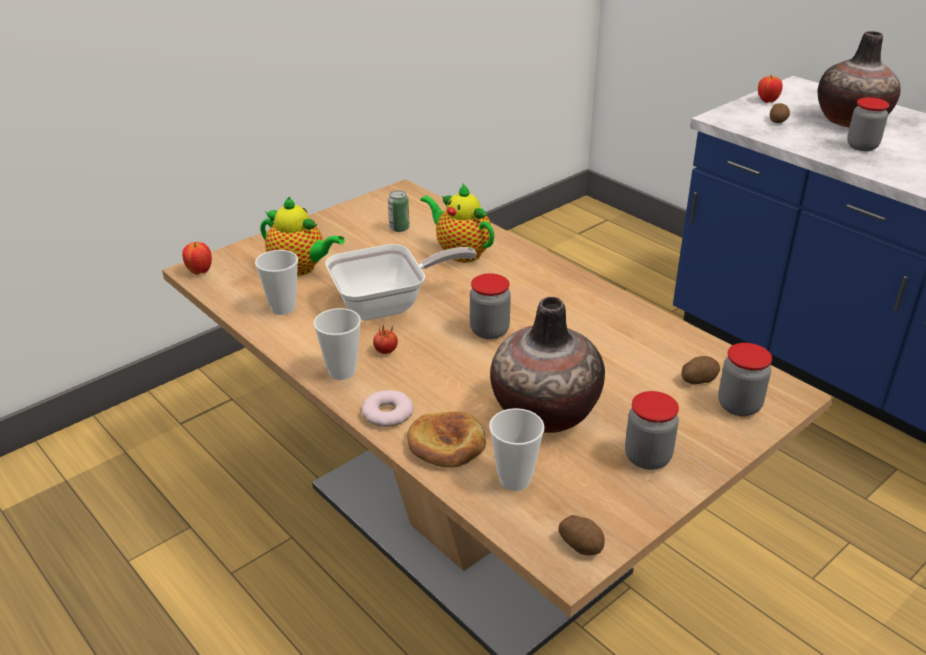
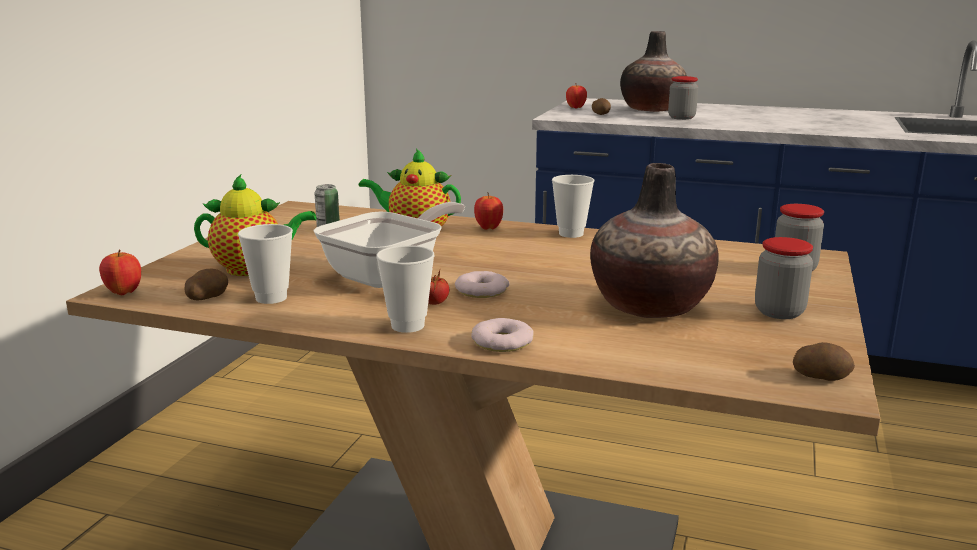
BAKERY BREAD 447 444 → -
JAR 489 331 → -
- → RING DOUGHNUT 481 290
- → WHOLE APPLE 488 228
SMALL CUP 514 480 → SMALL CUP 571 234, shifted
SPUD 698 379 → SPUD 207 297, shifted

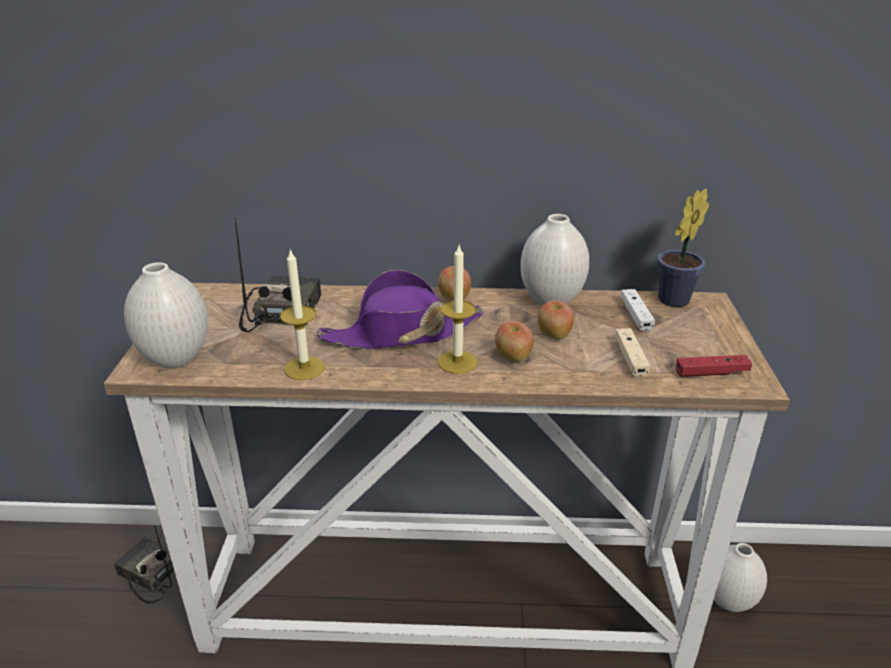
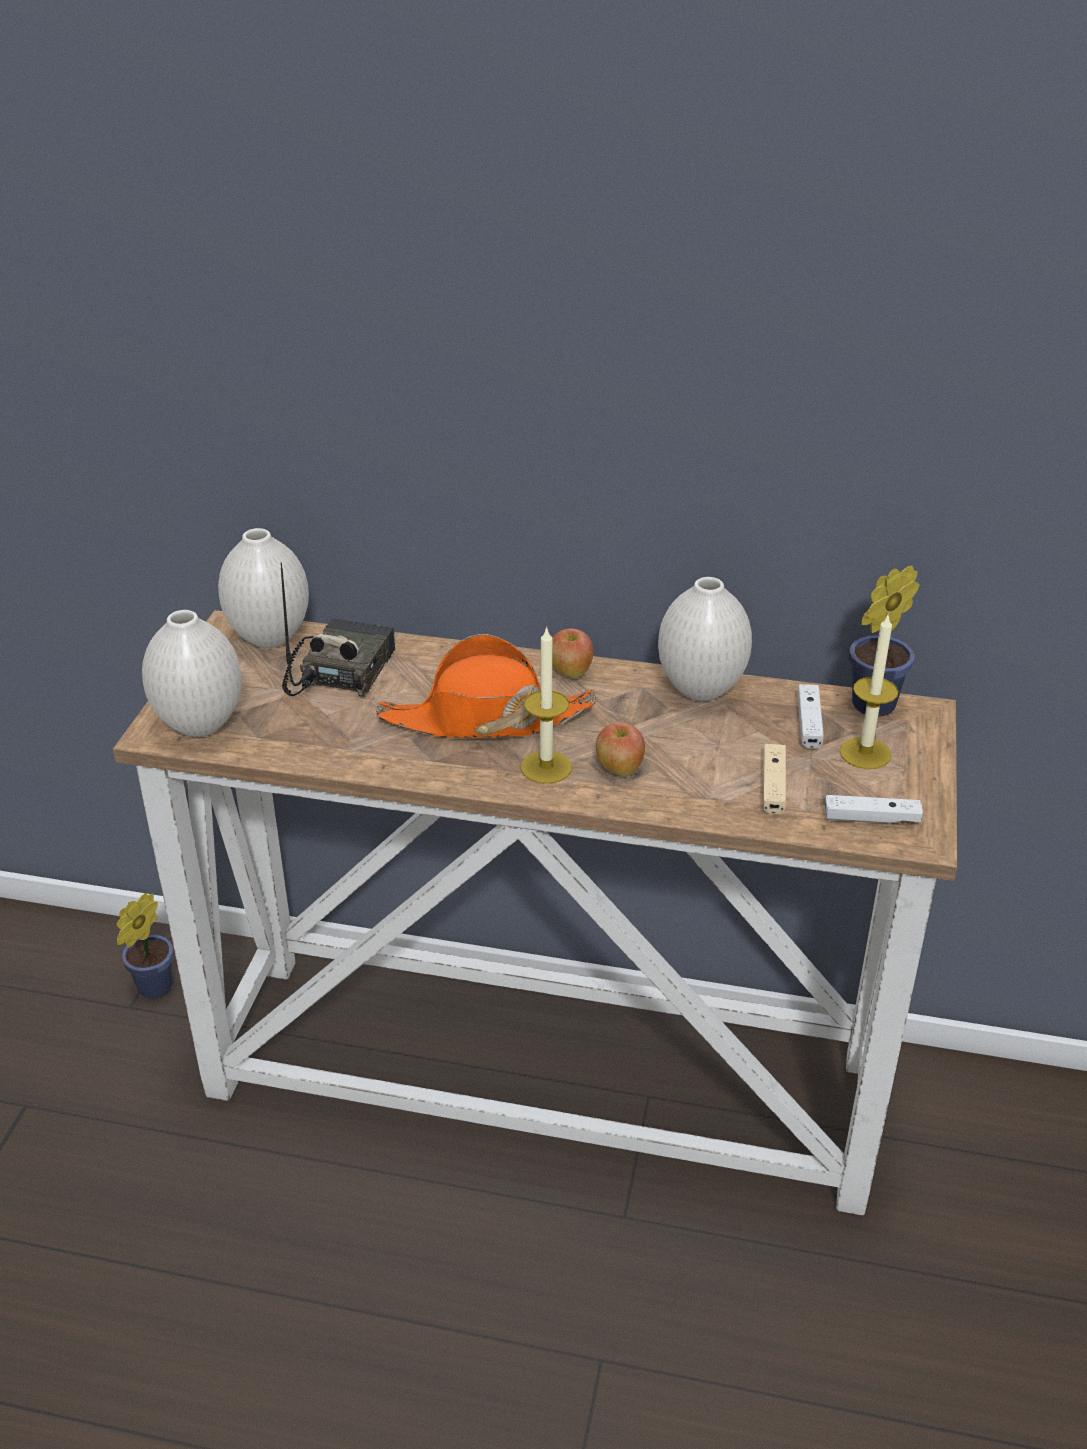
WHOLE APPLE 554 336 → -
CANDLE 304 368 → CANDLE 865 753, shifted
WHITISH FLOWER VASE 728 601 → WHITISH FLOWER VASE 268 638, shifted
RADIO 149 575 → HOUSEPLANT 151 990
PURPLISH HAT 401 334 → ORANGEY HAT 485 719
REDDISH GAME CONTROLLER 711 373 → WHITISH GAME CONTROLLER 871 819

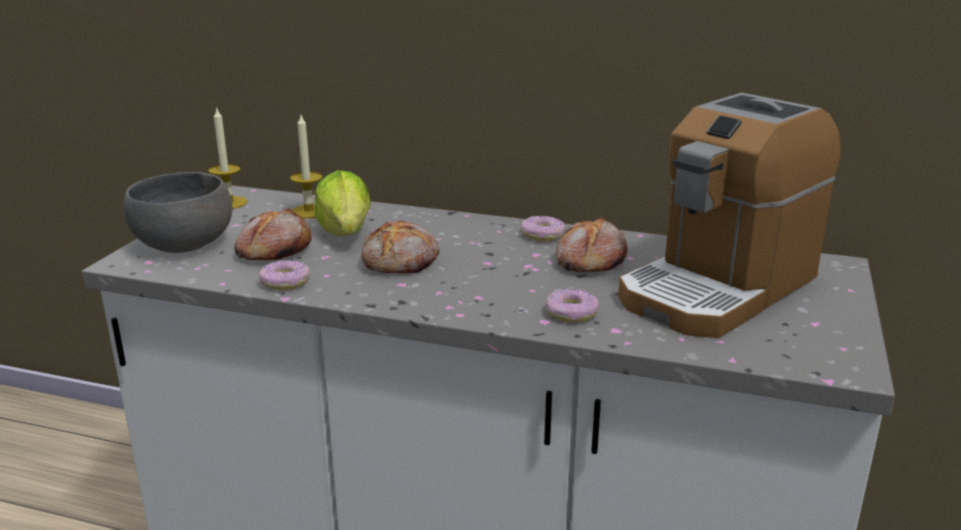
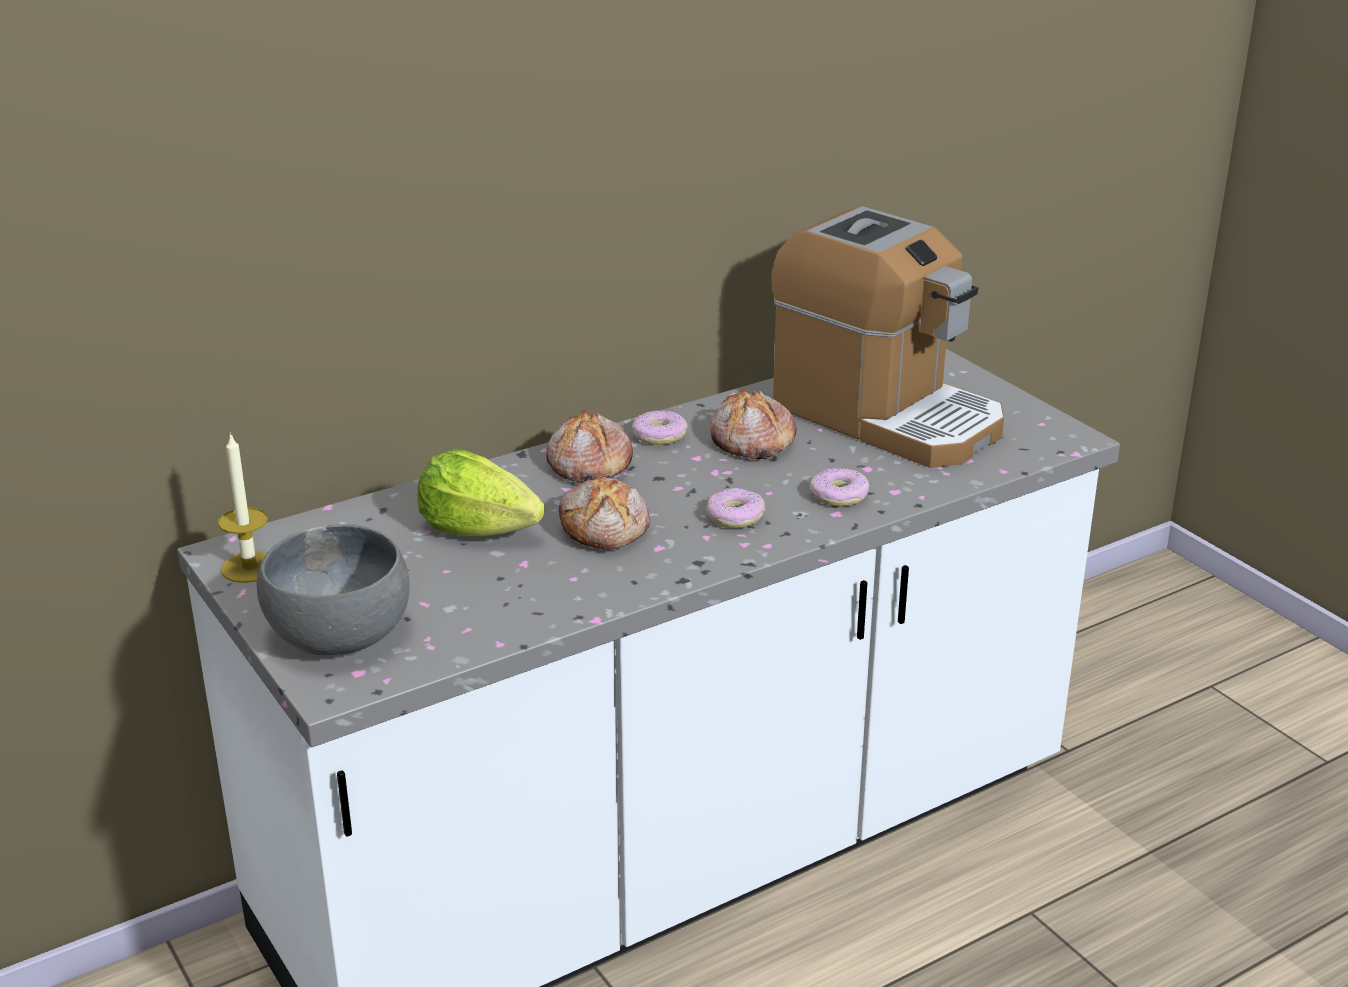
CANDLE 309 211 → -
BAKERY BREAD 273 250 → BAKERY BREAD 588 465, shifted
RING DOUGHNUT 285 282 → RING DOUGHNUT 734 516, shifted
COFFEE MAKER 718 288 → COFFEE MAKER 886 416, 45 degrees counterclockwise

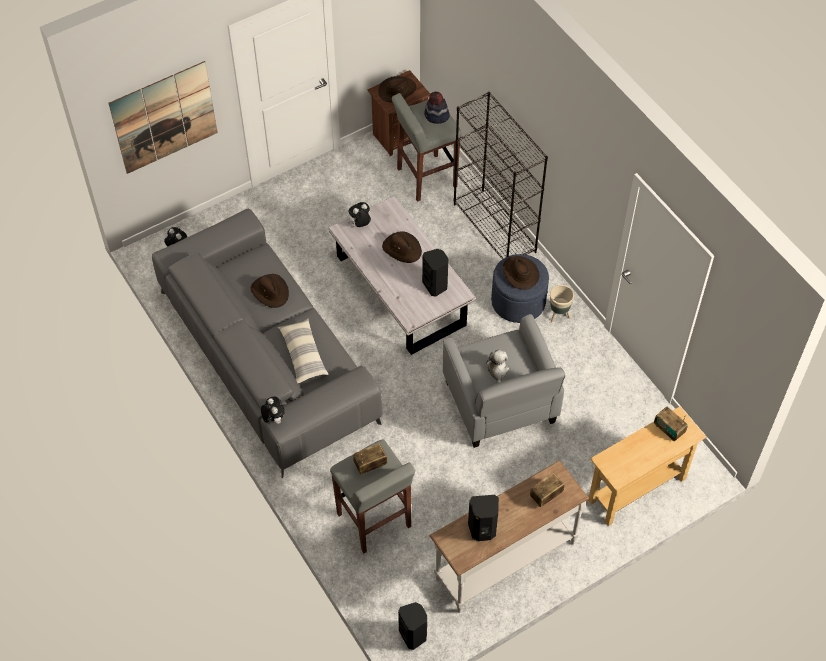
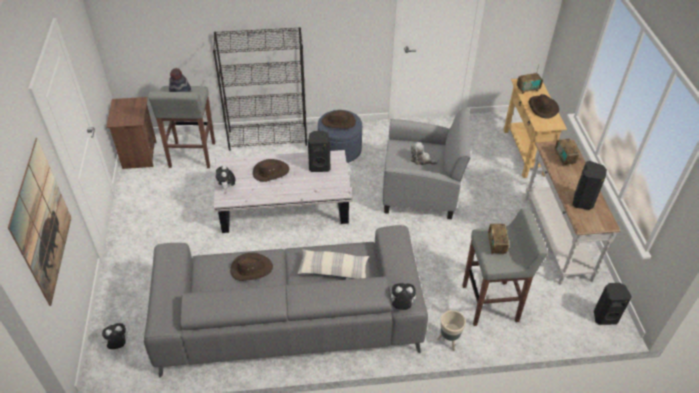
BROWNISH HAT 397 91 → BROWNISH HAT 542 108, shifted
BEIGE-COLOURED FLOWER POT 558 315 → BEIGE-COLOURED FLOWER POT 448 341, shifted

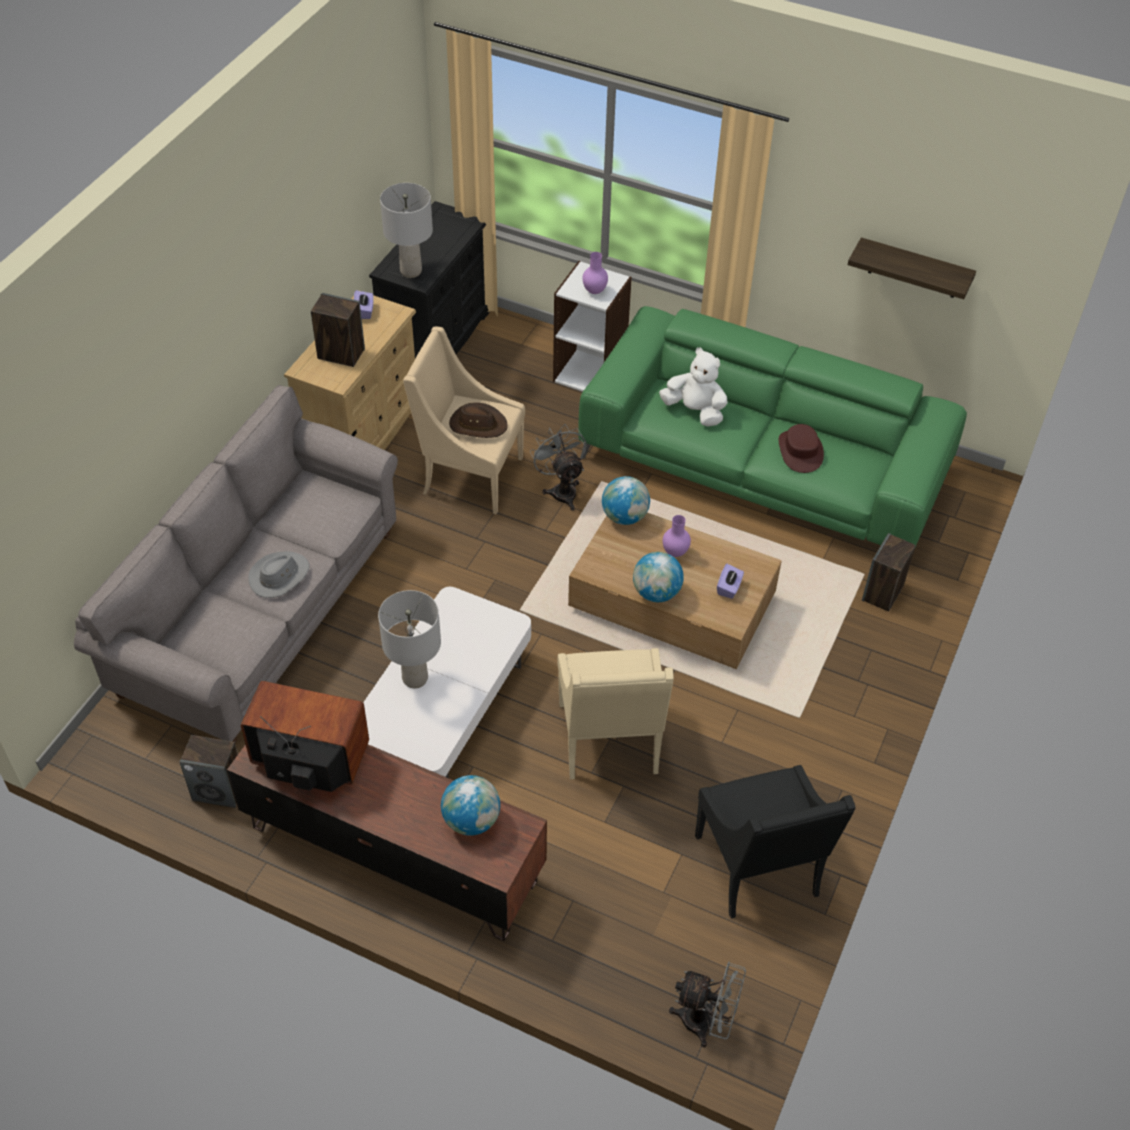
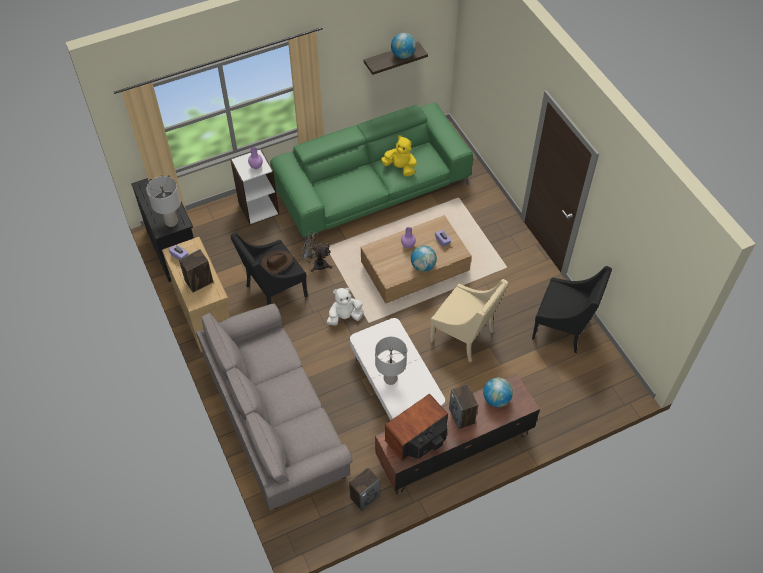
GREYISH HAT 279 576 → -
GREYISH FAN 706 1022 → -
GLOBE 624 516 → GLOBE 403 55, shifted
WHITISH CUDDLY TOY 695 411 → WHITISH CUDDLY TOY 345 317, shifted
SPEAKER 882 593 → SPEAKER 462 416, shifted
BROWNISH HAT 800 451 → YELLOW-COLOURED CUDDLY TOY 400 168
BEIGE-COLOURED EASY CHAIR 469 475 → BLACKISH EASY CHAIR 274 291

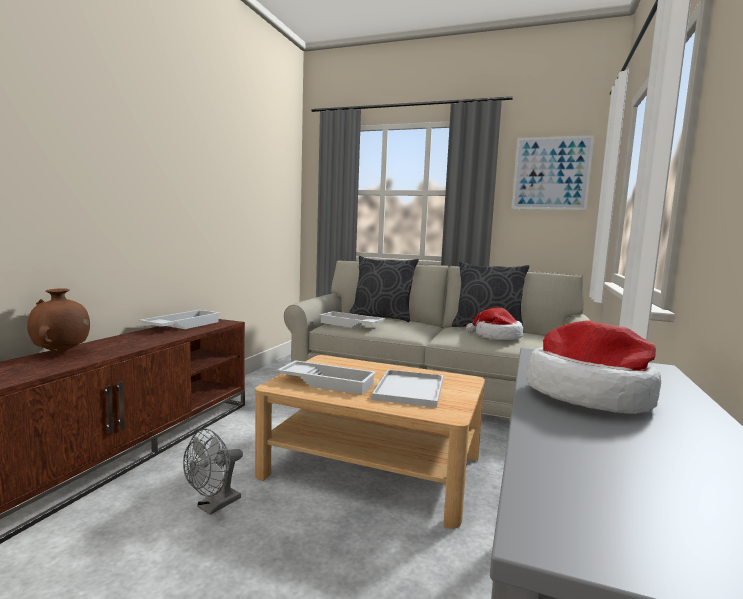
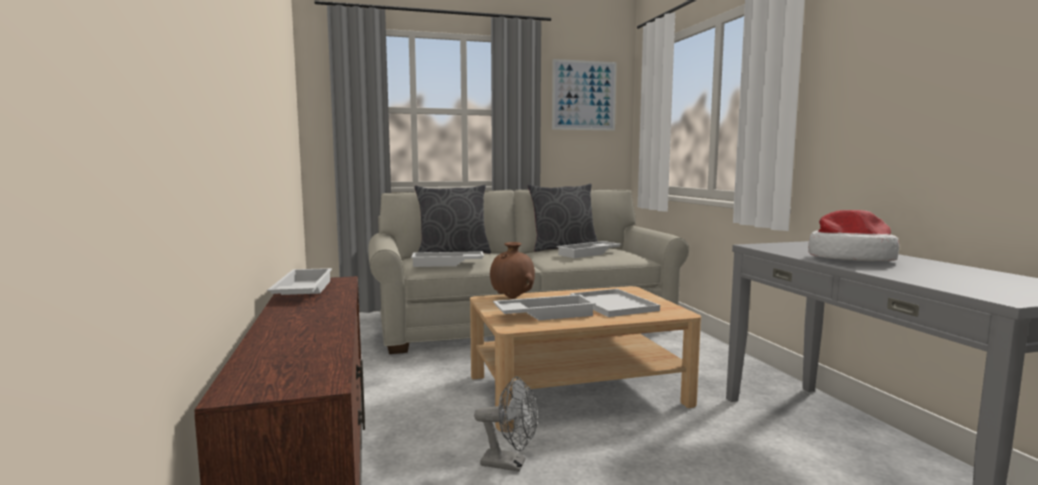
BROWNISH FLOWER VASE 61 353 → BROWNISH FLOWER VASE 512 298, shifted
HAT 496 337 → WHITISH TRAY 589 253
GREYISH FAN 214 506 → GREYISH FAN 510 464, 75 degrees counterclockwise

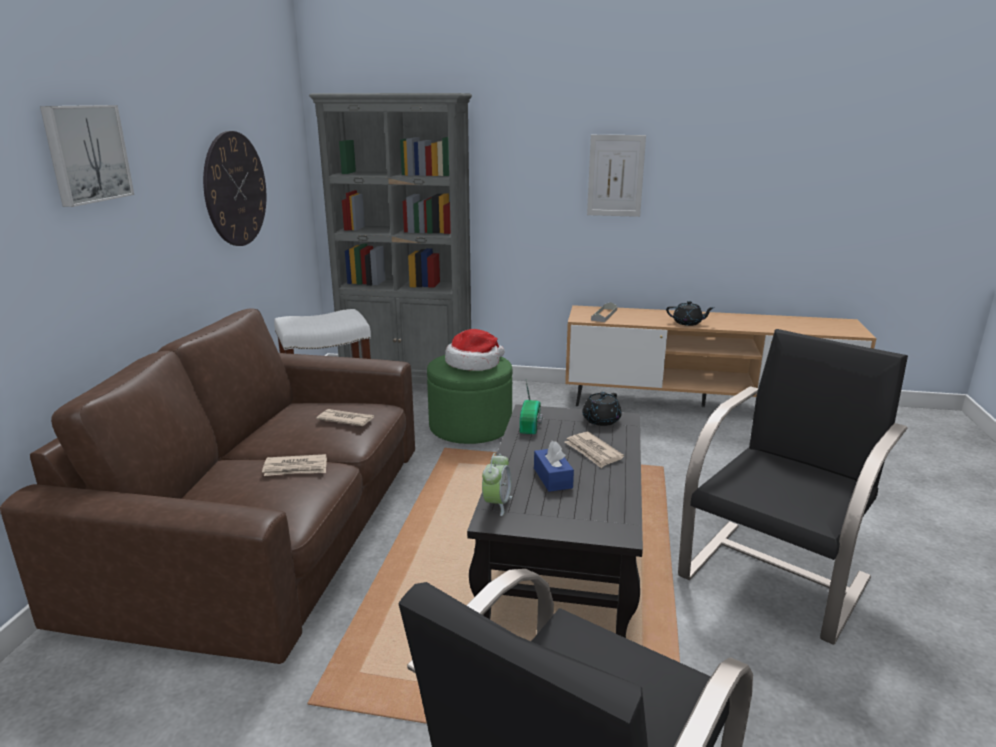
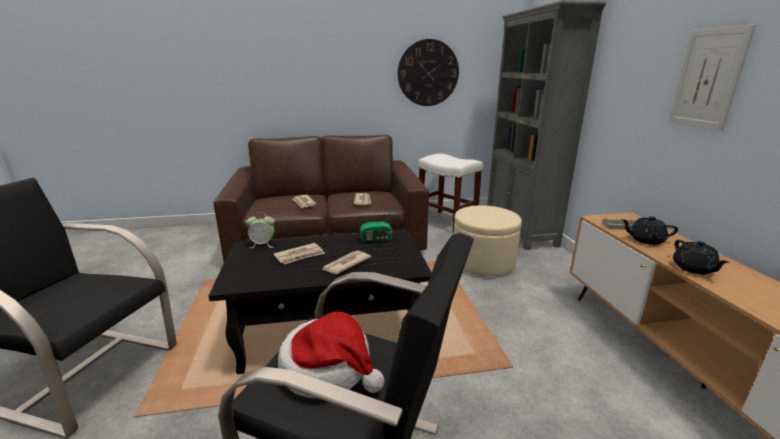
PICTURE 86 154 → -
HAT 474 363 → HAT 329 368, shifted
BLACKISH TEAPOT 600 420 → BLACKISH TEAPOT 645 240, shifted
BLUISH BOX OF TISSUES 552 478 → NEWSPAPER 300 255
GREEN POUFFE 470 427 → BEIGE-COLOURED POUFFE 483 262

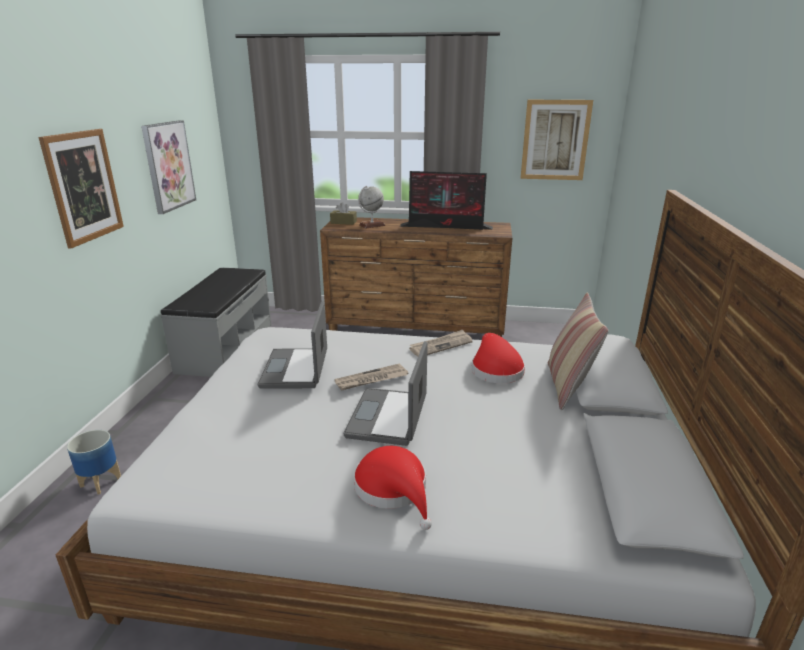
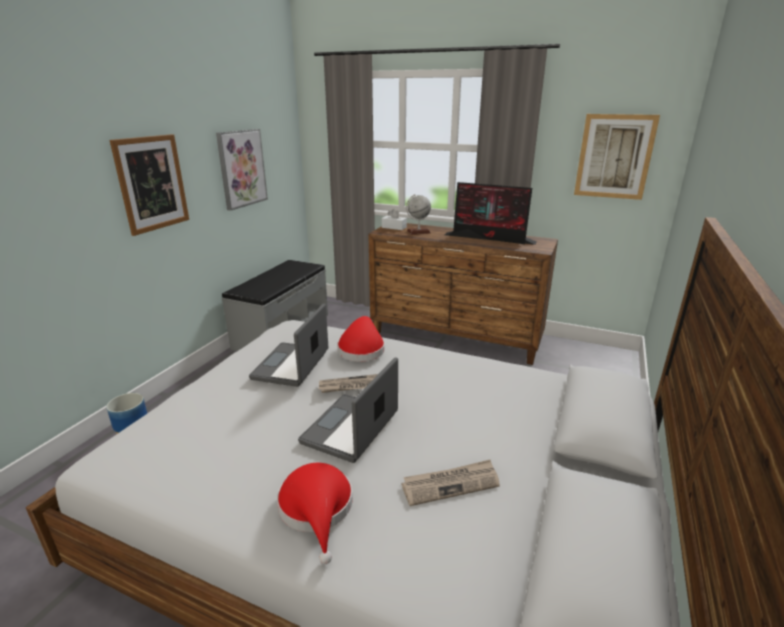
CUSHION 568 386 → -
NEWSPAPER 441 345 → NEWSPAPER 450 484, shifted
REDDISH HAT 495 369 → REDDISH HAT 361 349, shifted
BROWNISH BOX OF TISSUES 343 222 → WHITISH BOX OF TISSUES 394 227

